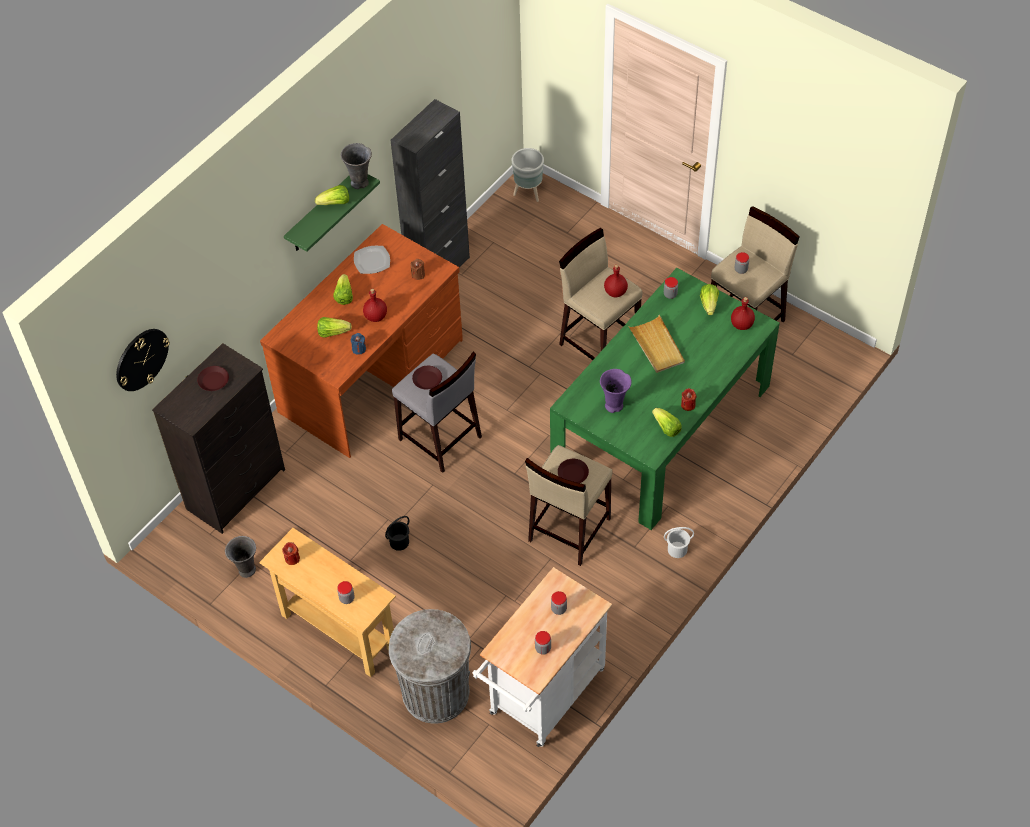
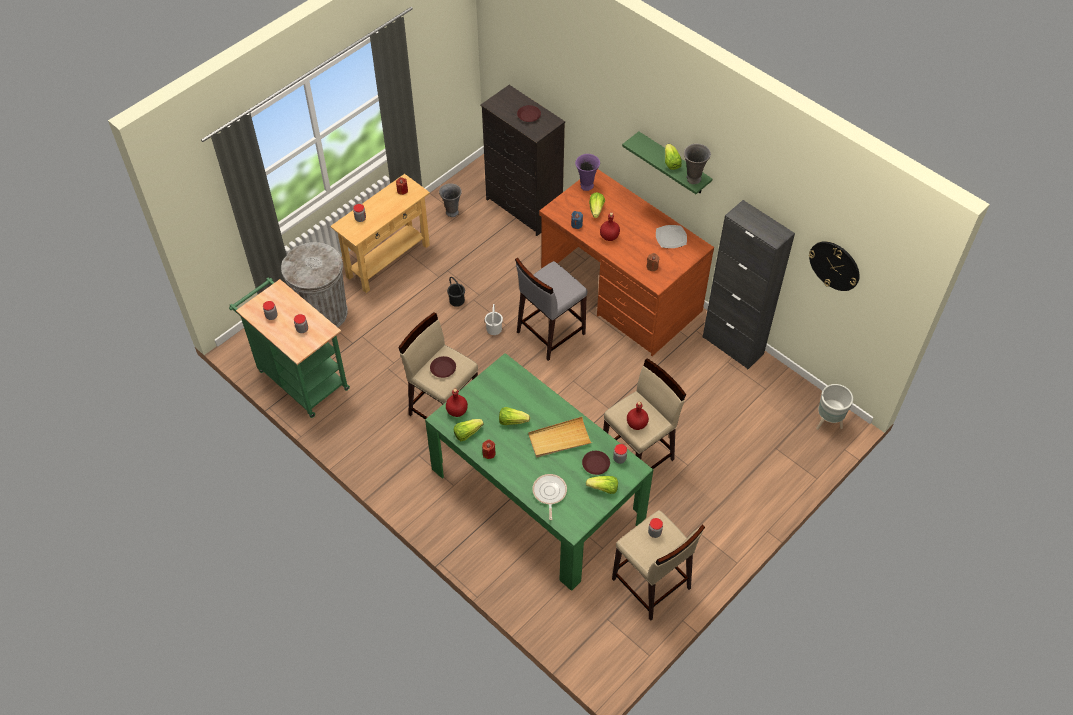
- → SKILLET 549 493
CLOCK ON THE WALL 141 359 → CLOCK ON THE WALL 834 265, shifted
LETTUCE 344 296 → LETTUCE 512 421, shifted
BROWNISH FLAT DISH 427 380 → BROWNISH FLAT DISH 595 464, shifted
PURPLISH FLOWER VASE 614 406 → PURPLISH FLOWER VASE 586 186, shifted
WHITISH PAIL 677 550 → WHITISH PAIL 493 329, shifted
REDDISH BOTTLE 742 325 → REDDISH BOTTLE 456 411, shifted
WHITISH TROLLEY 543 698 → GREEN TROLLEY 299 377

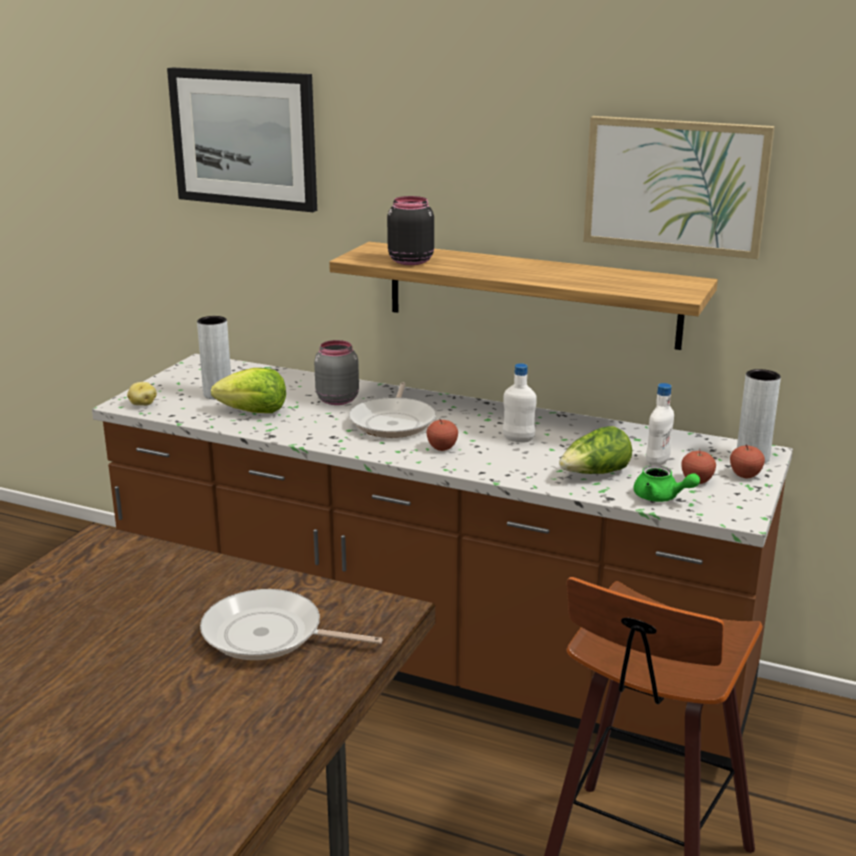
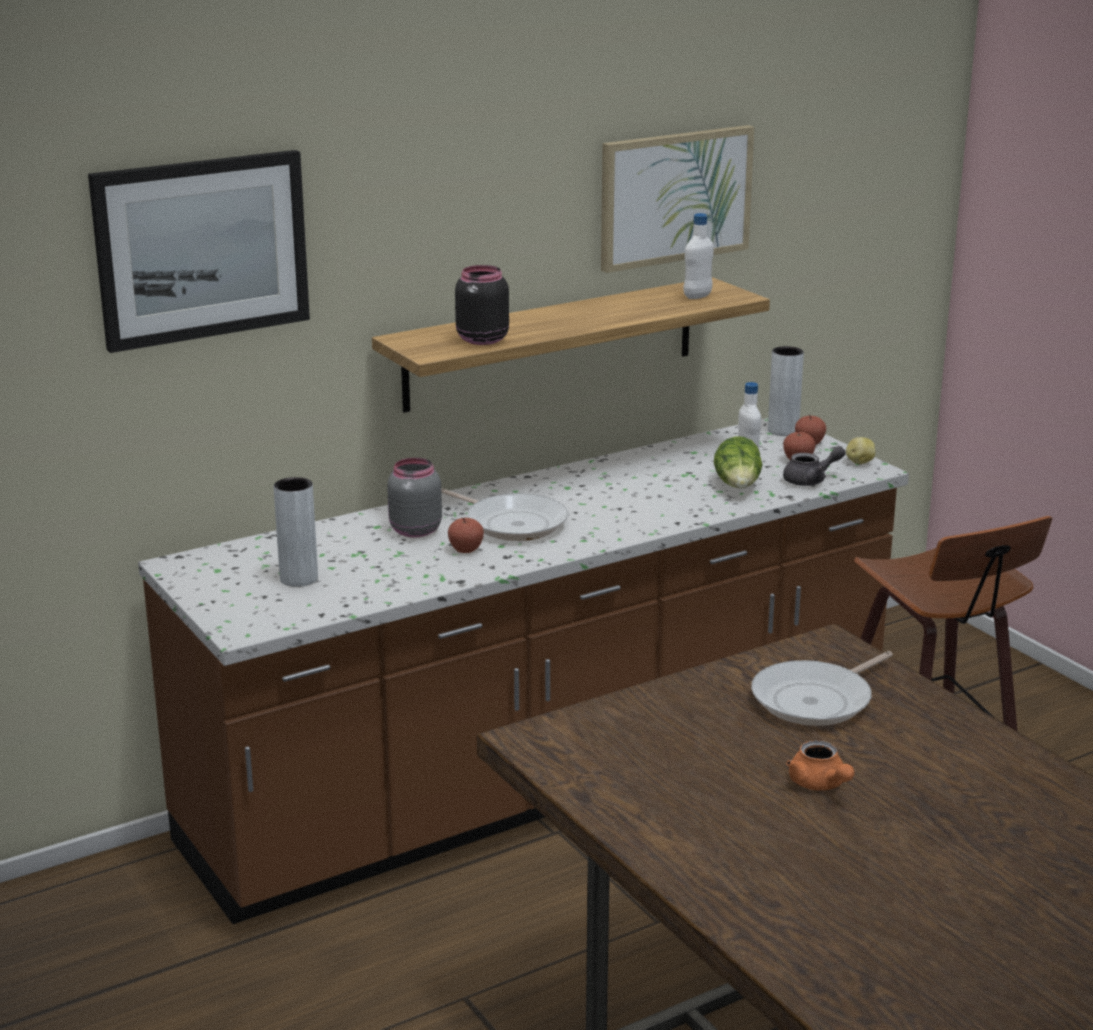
LETTUCE 253 412 → -
- → ORANGEY TEAPOT 820 784
SPUD 142 404 → SPUD 859 462, shifted
WHOLE APPLE 442 448 → WHOLE APPLE 466 550, shifted
WHITISH BOTTLE 518 439 → WHITISH BOTTLE 697 296, shifted
GREEN TEAPOT 661 497 → GREYISH TEAPOT 811 480

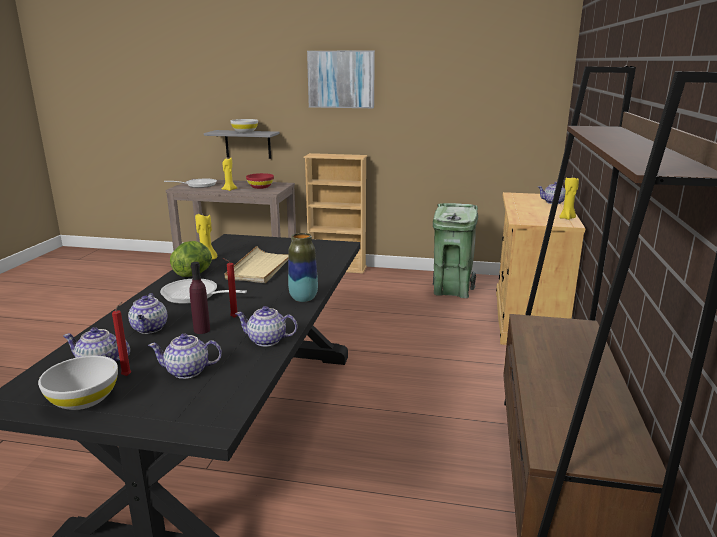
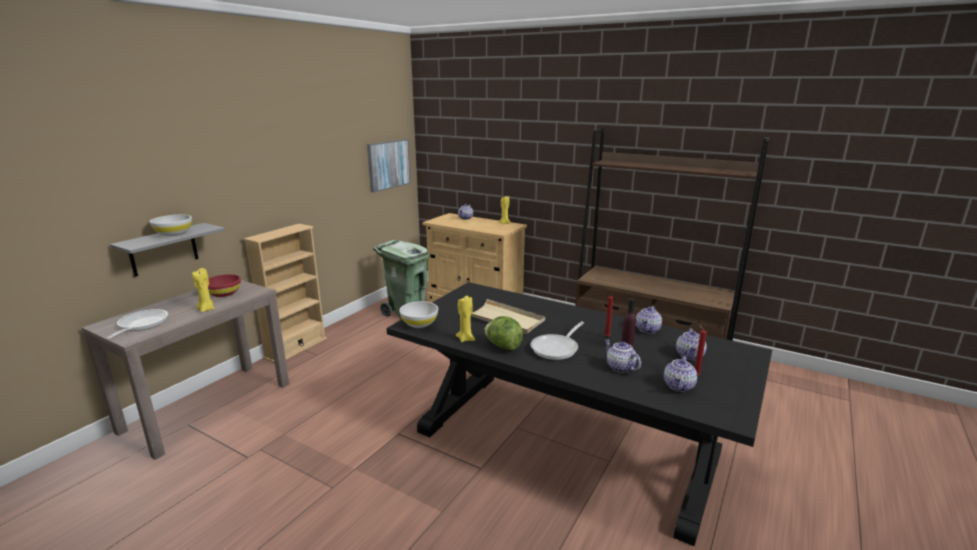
FLOWER VASE 303 298 → -
WHITISH SERVING BOWL 84 399 → WHITISH SERVING BOWL 419 323, shifted
PICTURE 341 79 → PICTURE 388 164, shifted
TEAPOT 150 329 → TEAPOT 619 367, 135 degrees counterclockwise

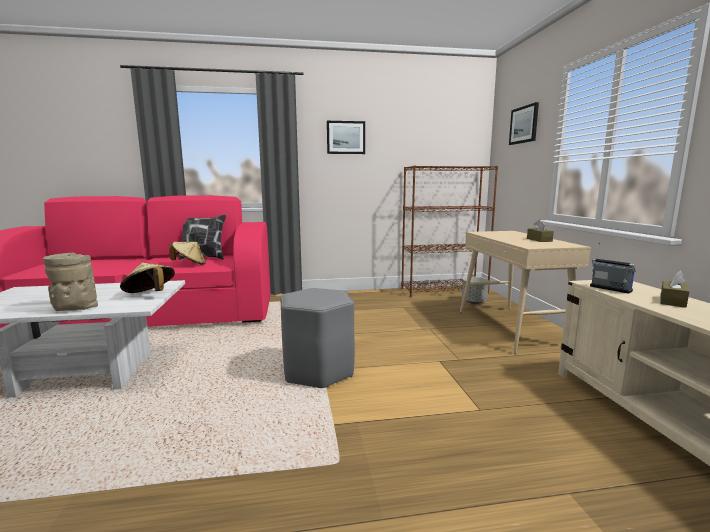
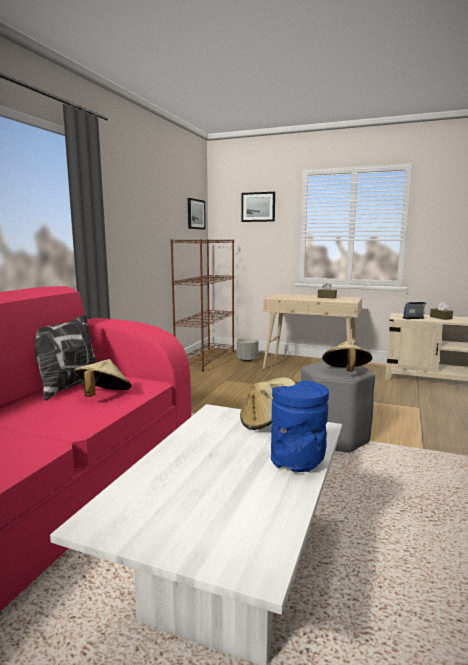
- → BEIGE-COLOURED HAT 345 372
PICTURE 345 137 → PICTURE 195 214, shifted
BEIGE-COLOURED FLOWER VASE 75 308 → BLUISH FLOWER VASE 297 462

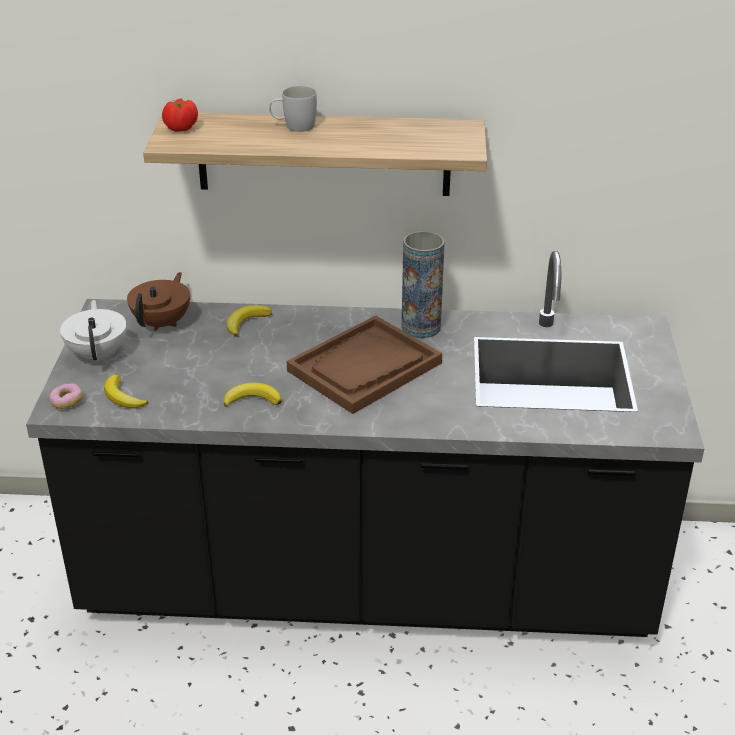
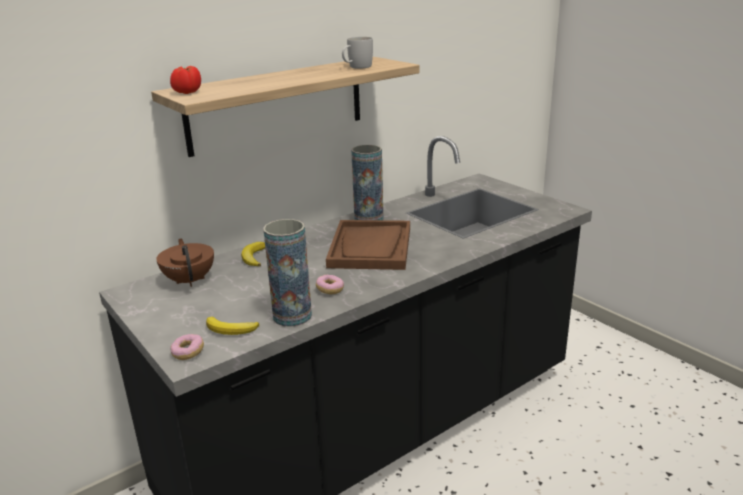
WHITISH TEAPOT 98 354 → -
- → FLOWER VASE 292 316
WHITISH TEA MUG 293 126 → WHITISH TEA MUG 357 67, shifted
BANANA 252 399 → RING DOUGHNUT 330 290

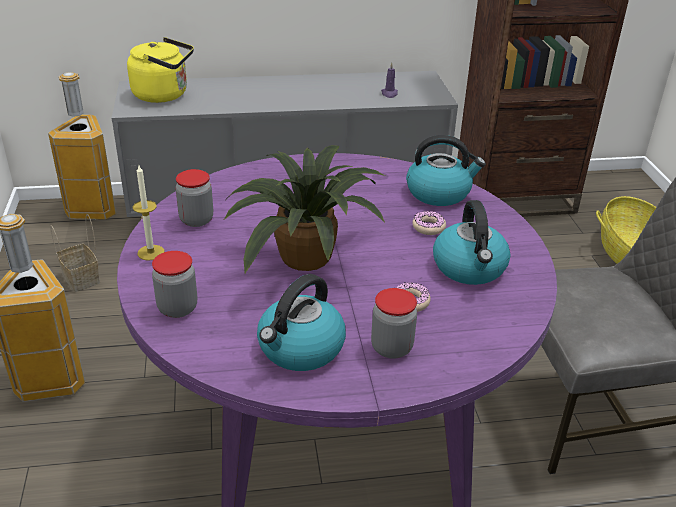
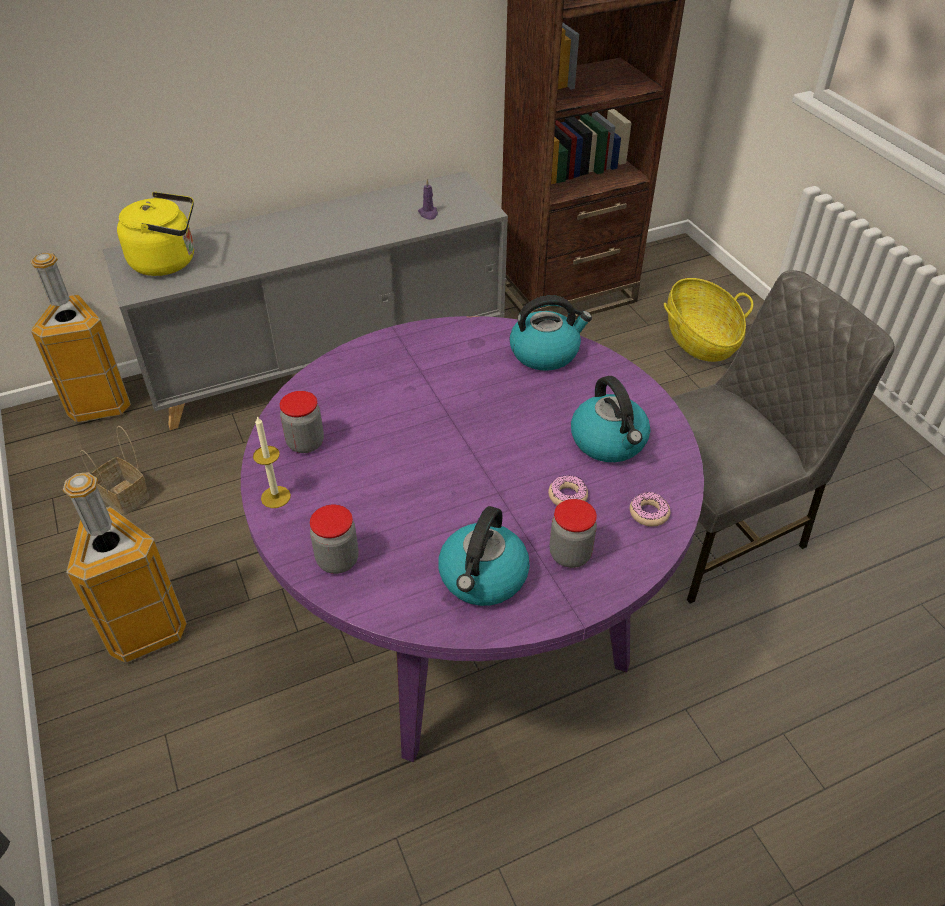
HOUSEPLANT 305 260 → -
RING DOUGHNUT 428 227 → RING DOUGHNUT 649 513, shifted

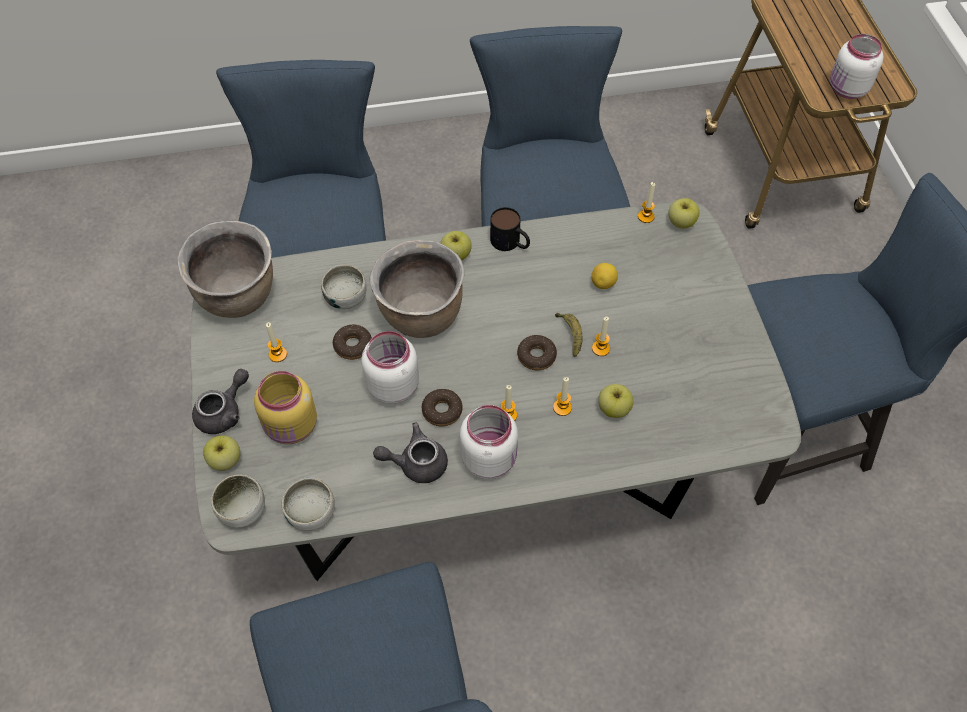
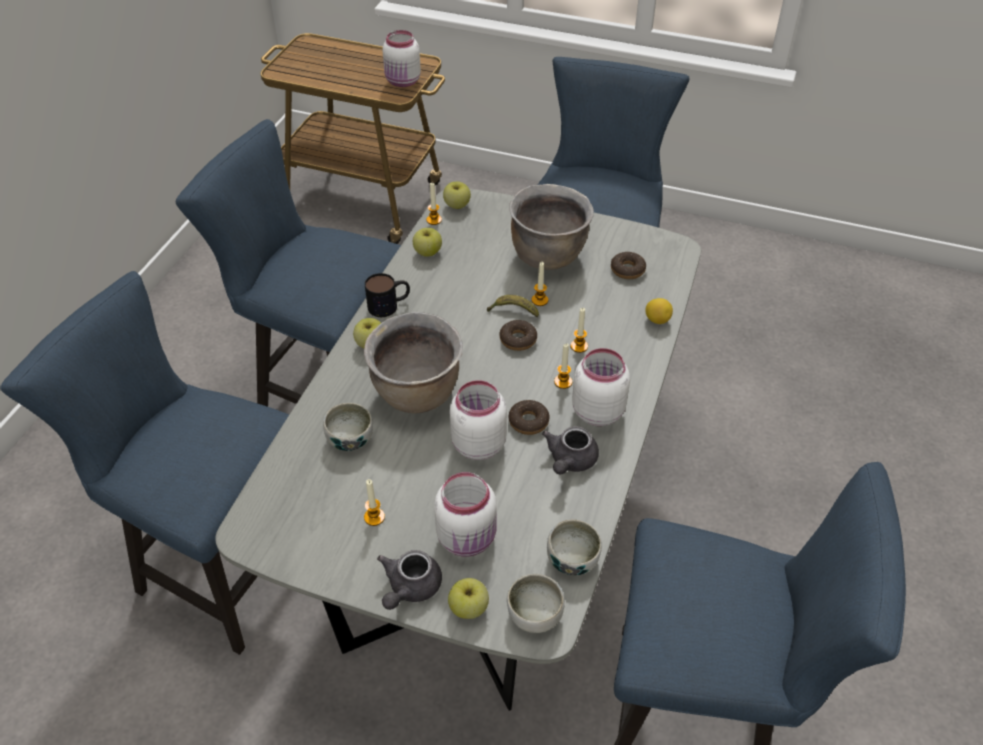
BROWNISH STOCKPOT 239 297 → BROWNISH STOCKPOT 548 255, shifted
RING DOUGHNUT 353 345 → RING DOUGHNUT 627 270, shifted
WHOLE LEMON 603 283 → WHOLE LEMON 657 320, shifted
WHOLE APPLE 614 409 → WHOLE APPLE 427 252, shifted
YELLOW-COLOURED JAR 292 427 → WHITISH JAR 468 538
GREYISH TEAPOT 224 412 → GREYISH TEAPOT 410 588, 135 degrees counterclockwise

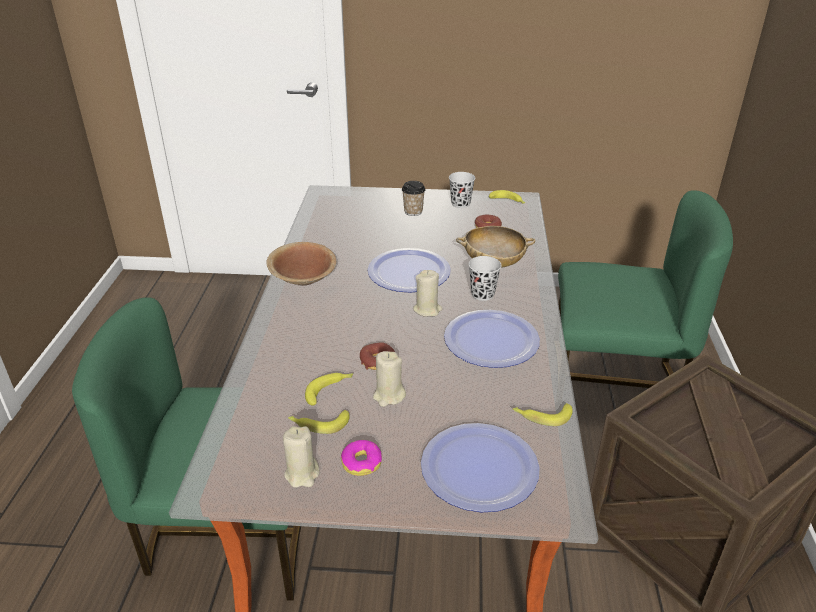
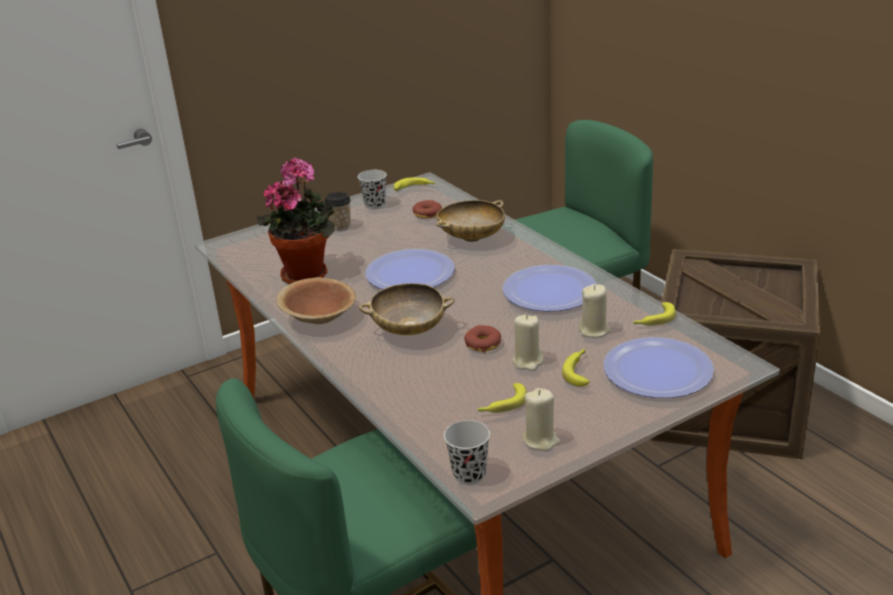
RING DOUGHNUT 361 462 → -
- → HOUSEPLANT 307 273
- → BEIGE-COLOURED SERVING BOWL 409 330
BANANA 329 390 → BANANA 579 371, shifted
BEIGE-COLOURED CANDLE 427 309 → BEIGE-COLOURED CANDLE 594 330, shifted
BLACKISH SMALL CUP 482 294 → BLACKISH SMALL CUP 469 474, shifted

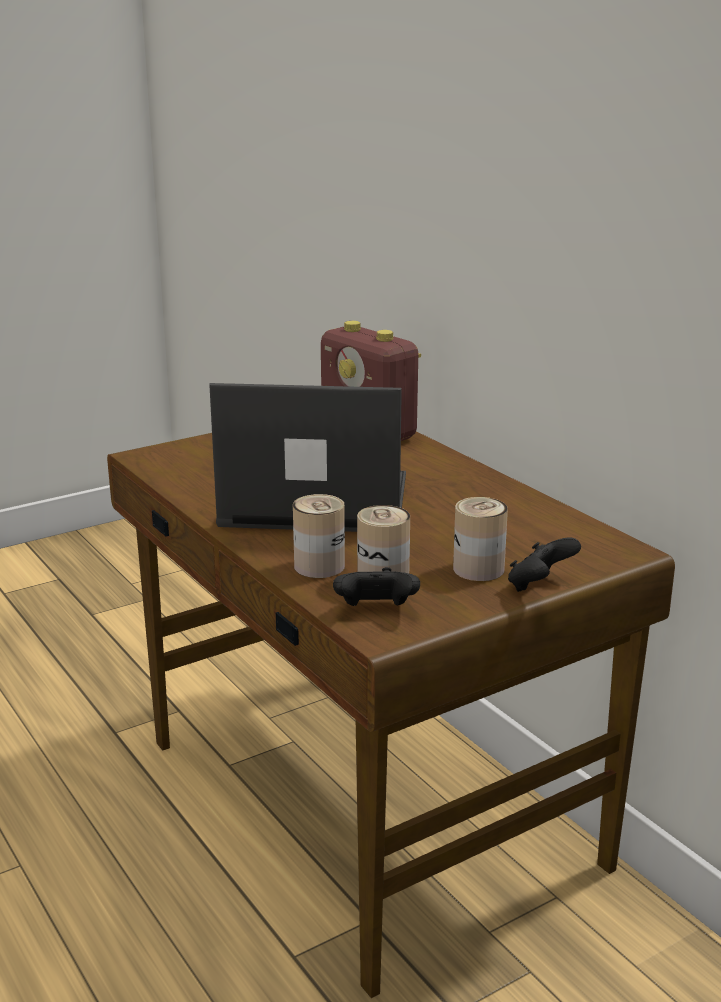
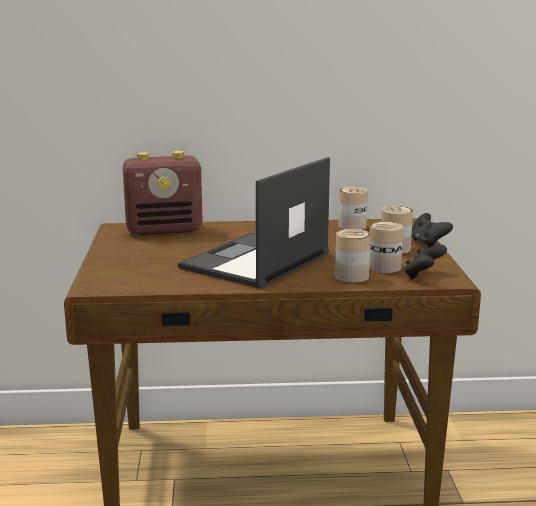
- → CAN 352 226

